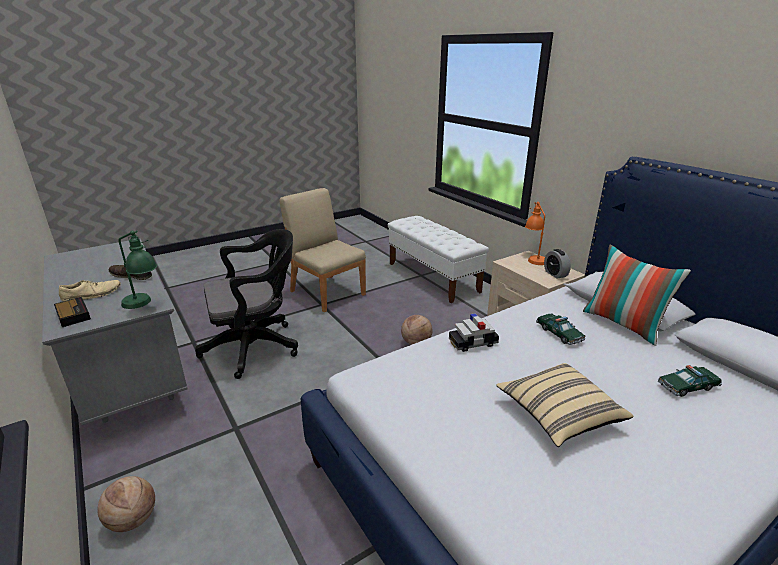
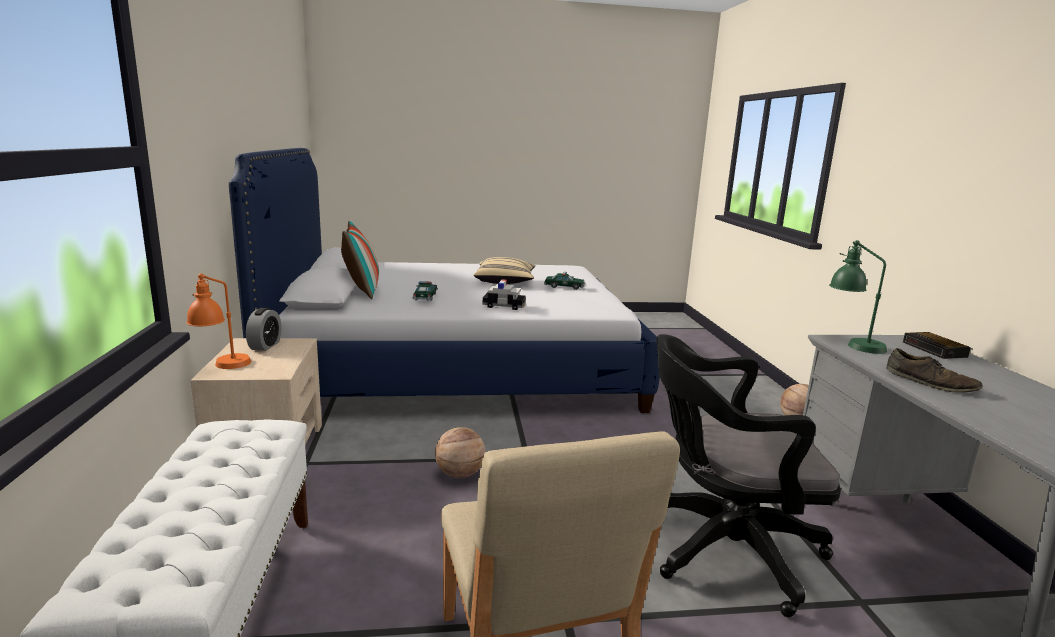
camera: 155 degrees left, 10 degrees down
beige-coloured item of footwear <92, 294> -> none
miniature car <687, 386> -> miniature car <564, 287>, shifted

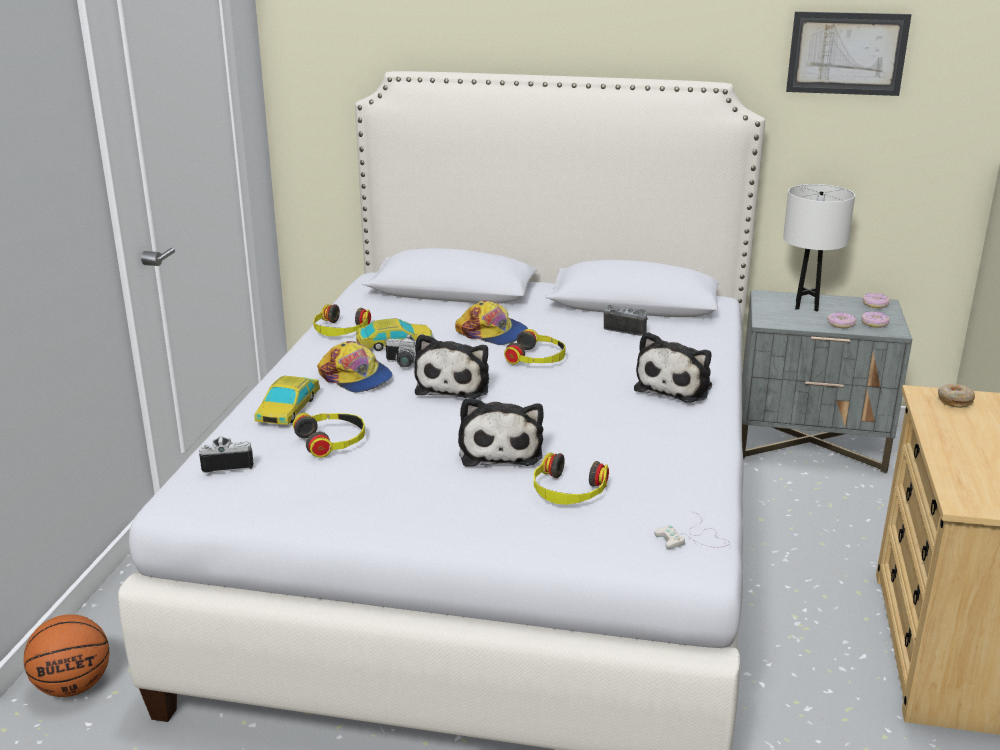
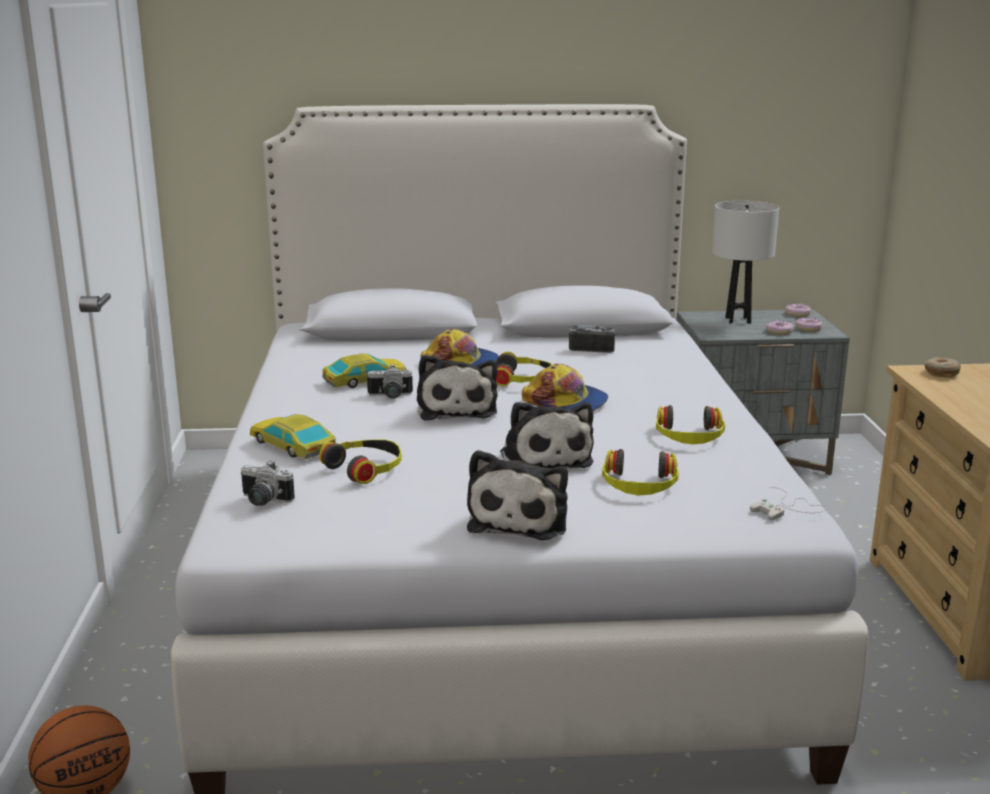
camera: 15 degrees left, 5 degrees down
picture <847, 53> -> none
headset <340, 330> -> headset <689, 436>, shifted
plush toy <676, 387> -> plush toy <521, 520>, shifted
cap <356, 377> -> cap <566, 401>, shifted
miniature car <288, 408> -> miniature car <292, 446>, 135 degrees clockwise
still camera <228, 463> -> still camera <263, 501>, 135 degrees counterclockwise

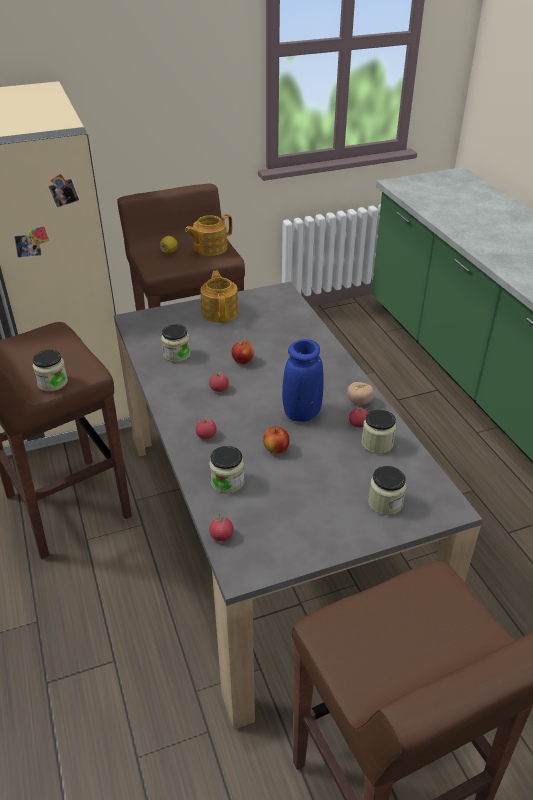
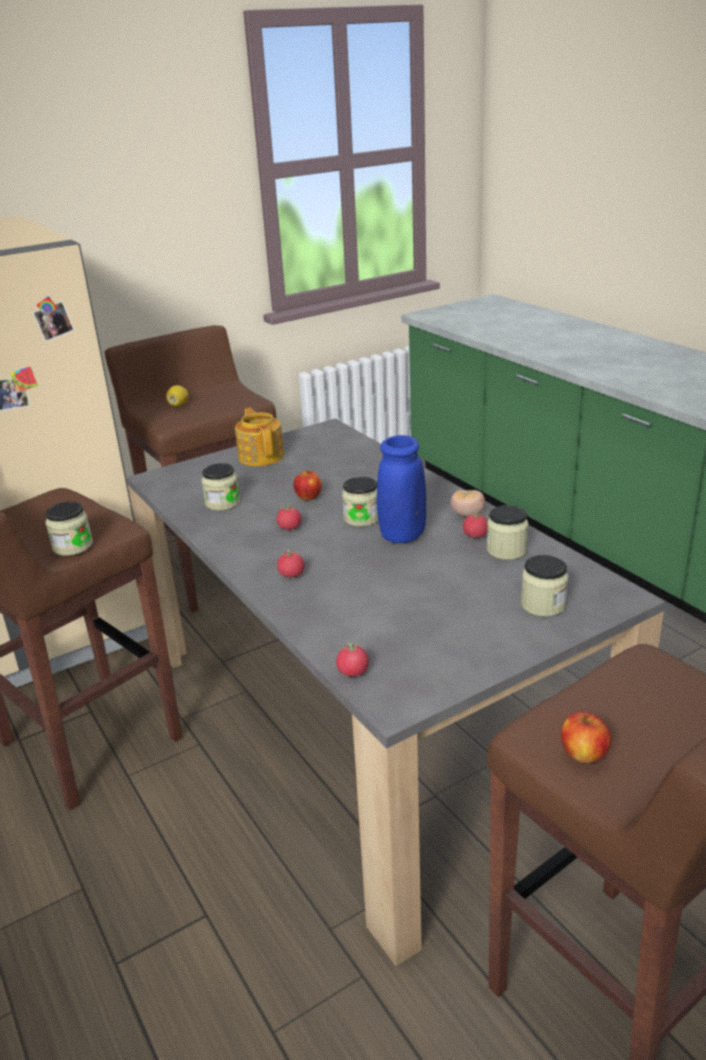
camera: 10 degrees left, 10 degrees down
pot for tea <209, 248> -> none
apple <276, 449> -> apple <584, 755>, shifted
jar <227, 482> -> jar <362, 518>, shifted

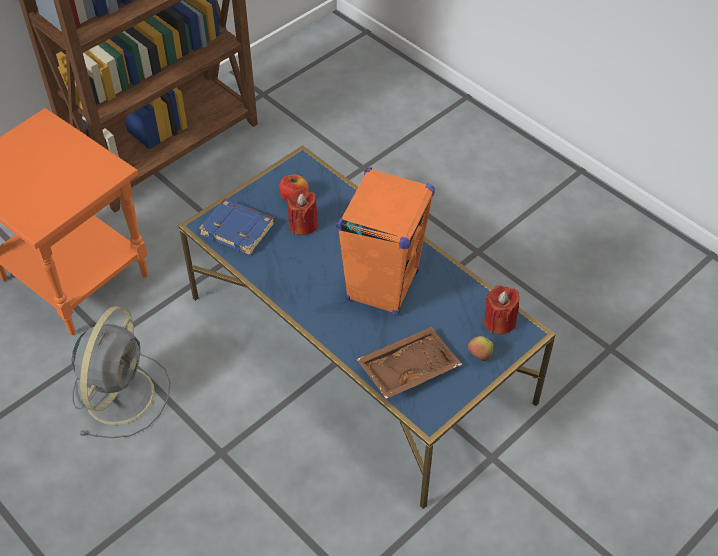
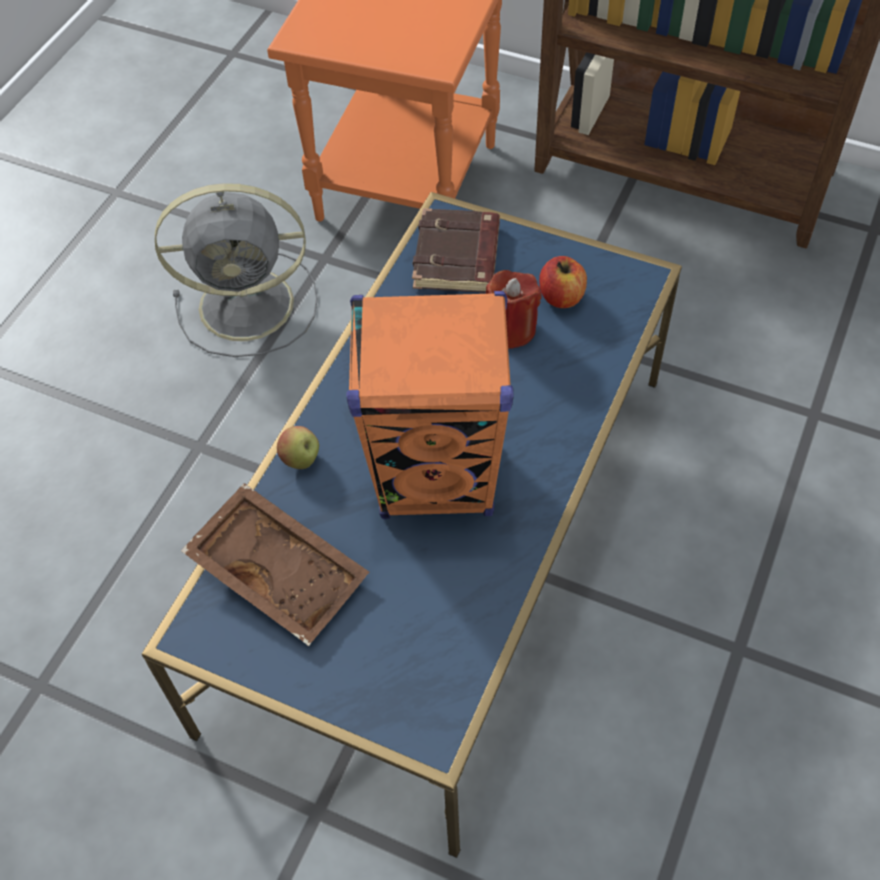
camera: 70 degrees right, 5 degrees up
bluish volume <239, 229> -> brown-coloured volume <458, 258>
reddish wax candle <499, 322> -> none
apple <479, 356> -> apple <301, 459>, shifted

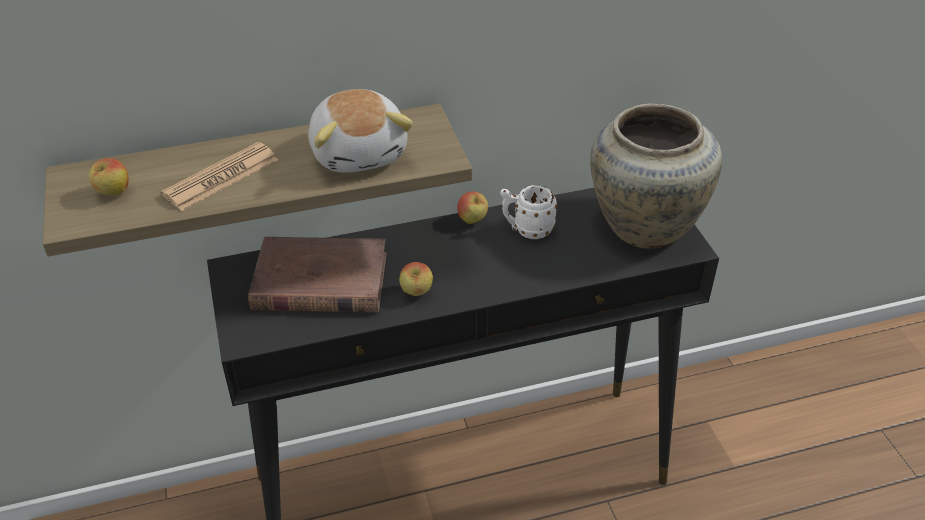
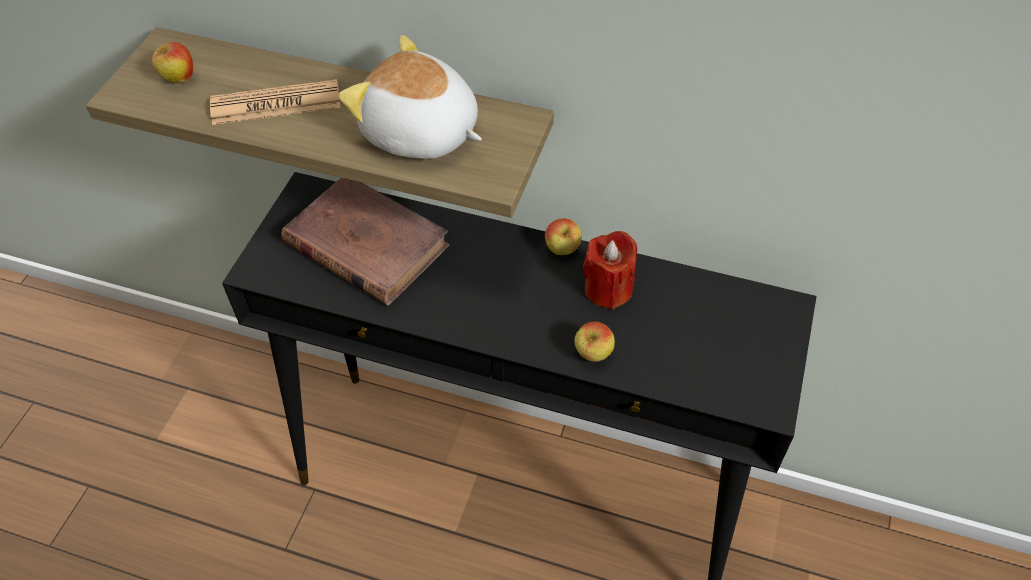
camera: 35 degrees right, 10 degrees up
plush toy <360, 152> -> plush toy <420, 134>, 105 degrees clockwise
beige-coloured flower vase <644, 223> -> none
white-coloured tea mug <526, 230> -> reddish wax candle <608, 289>
apple <416, 293> -> apple <593, 354>, shifted

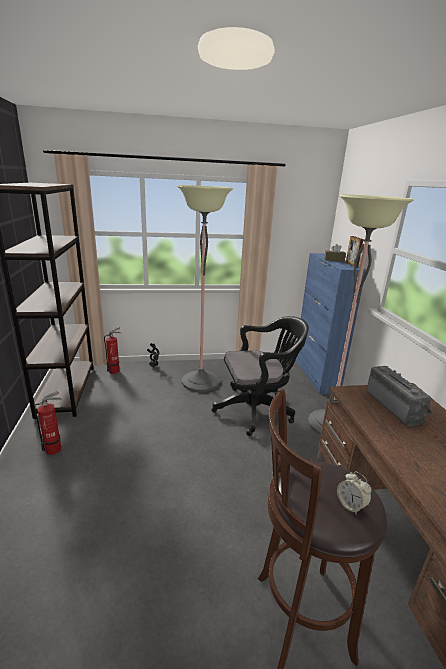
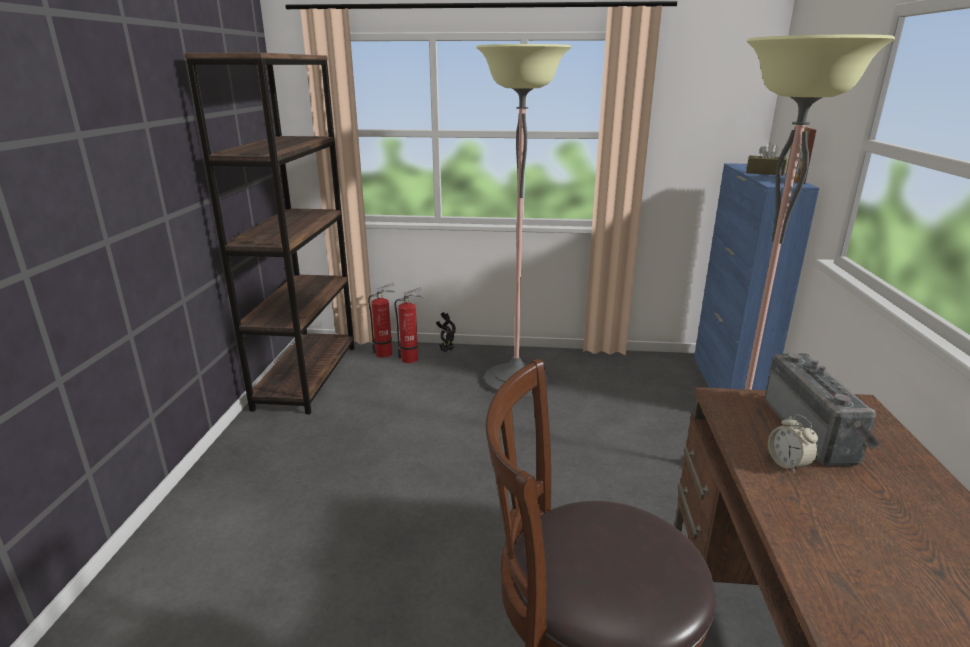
camera: 15 degrees right, 0 degrees up
black-coloured computer chair <257, 409> -> none
fire extinguisher <55, 449> -> fire extinguisher <412, 359>, shifted
alarm clock <350, 505> -> alarm clock <788, 464>, shifted

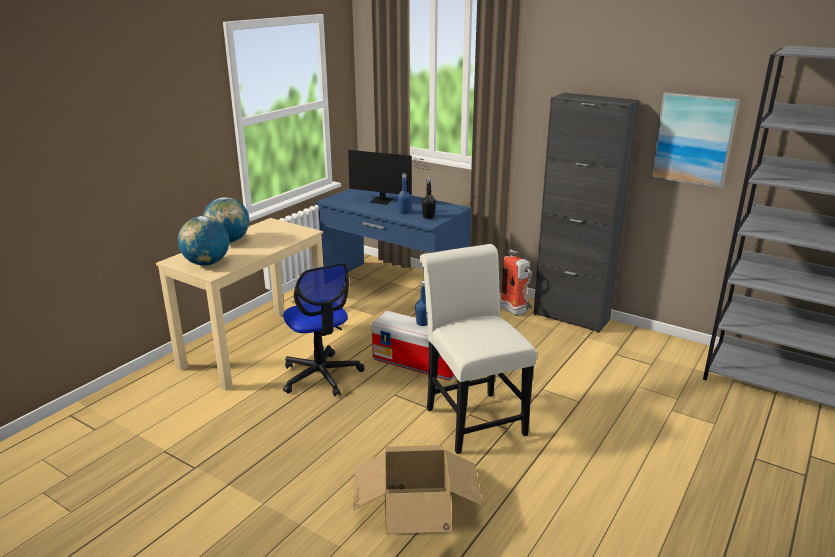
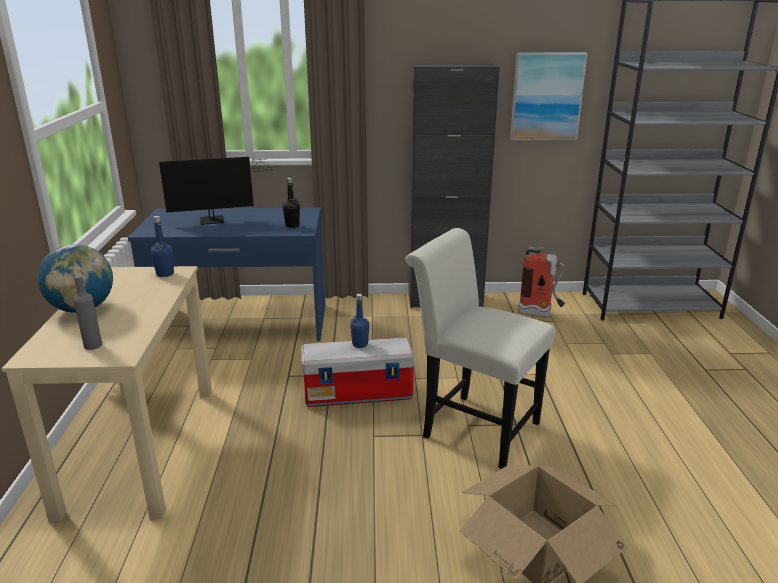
camera: 35 degrees left, 0 degrees up
bluish bottle <404, 212> -> bluish bottle <165, 274>, shifted
world globe <207, 263> -> grey bottle <93, 345>
fire extinguisher <516, 313> -> fire extinguisher <540, 315>, shifted
computer chair <321, 376> -> none

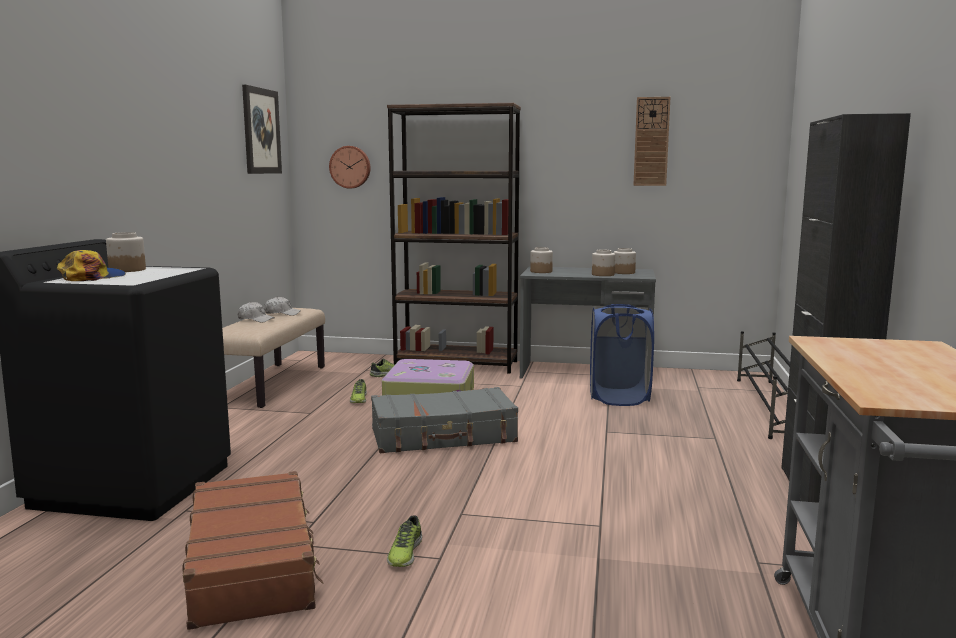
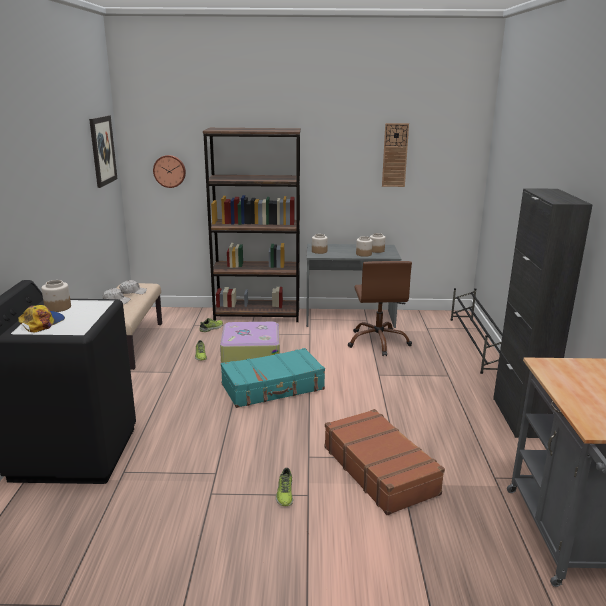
camera: 10 degrees left, 10 degrees up
bluish hamper <618, 398> -> brown-coloured computer chair <378, 342>
grey travel case <443, 436> -> turquoise travel case <273, 387>
brown-coloured travel case <253, 564> -> brown-coloured travel case <380, 469>, shifted

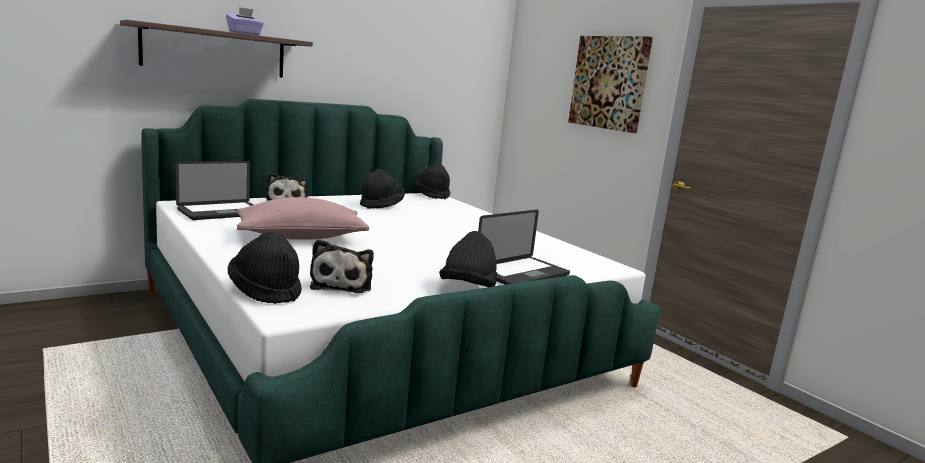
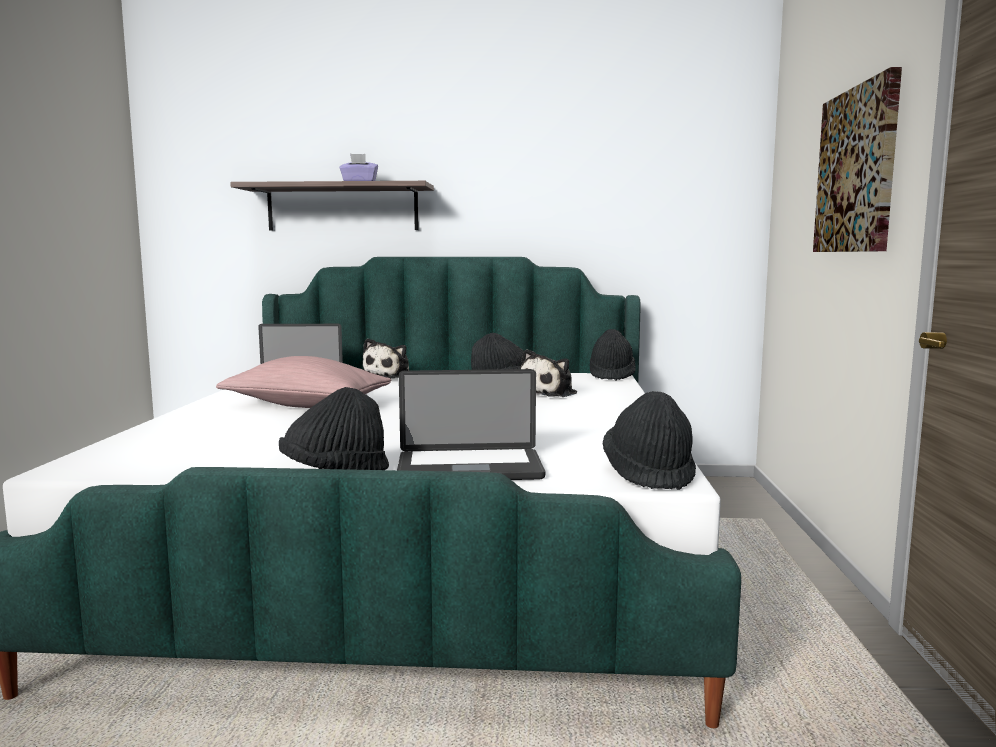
camera: 40 degrees right, 5 degrees down
black-coloured wearable hat <266, 291> -> black-coloured wearable hat <649, 474>, shifted
plush toy <342, 284> -> plush toy <550, 393>, shifted

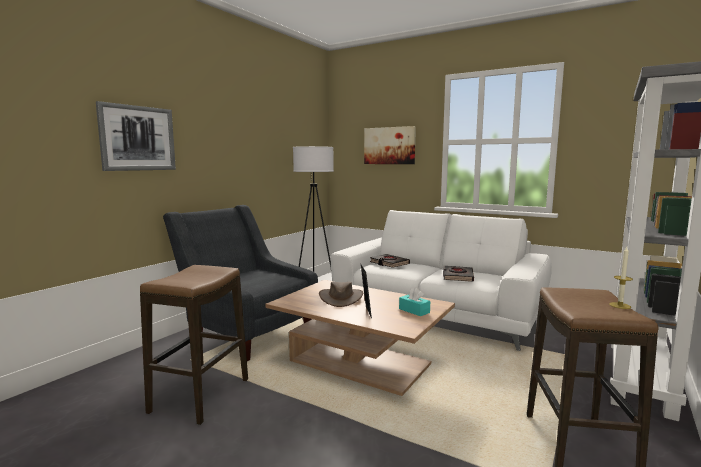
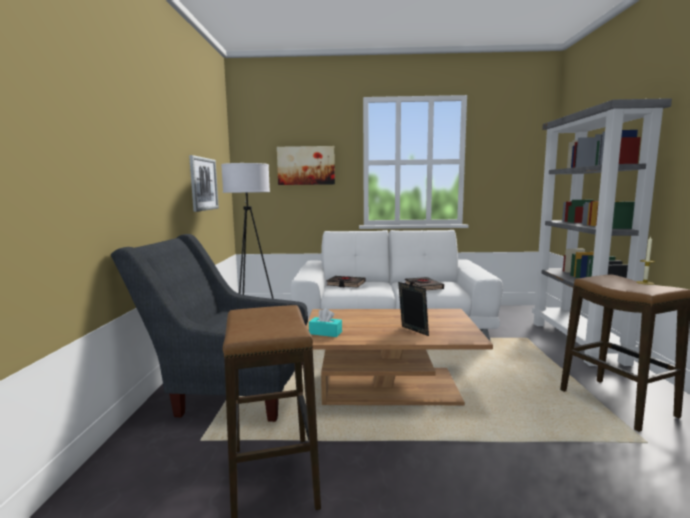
camera: 30 degrees left, 0 degrees up
picture <138, 138> -> picture <203, 184>, shifted
brown-coloured wearable hat <341, 298> -> none
turquoise tissue box <414, 311> -> turquoise tissue box <325, 333>, shifted

